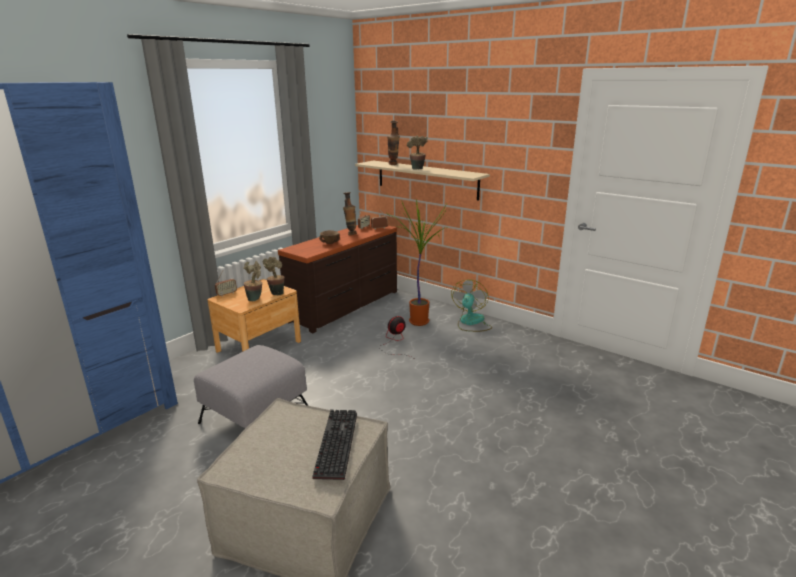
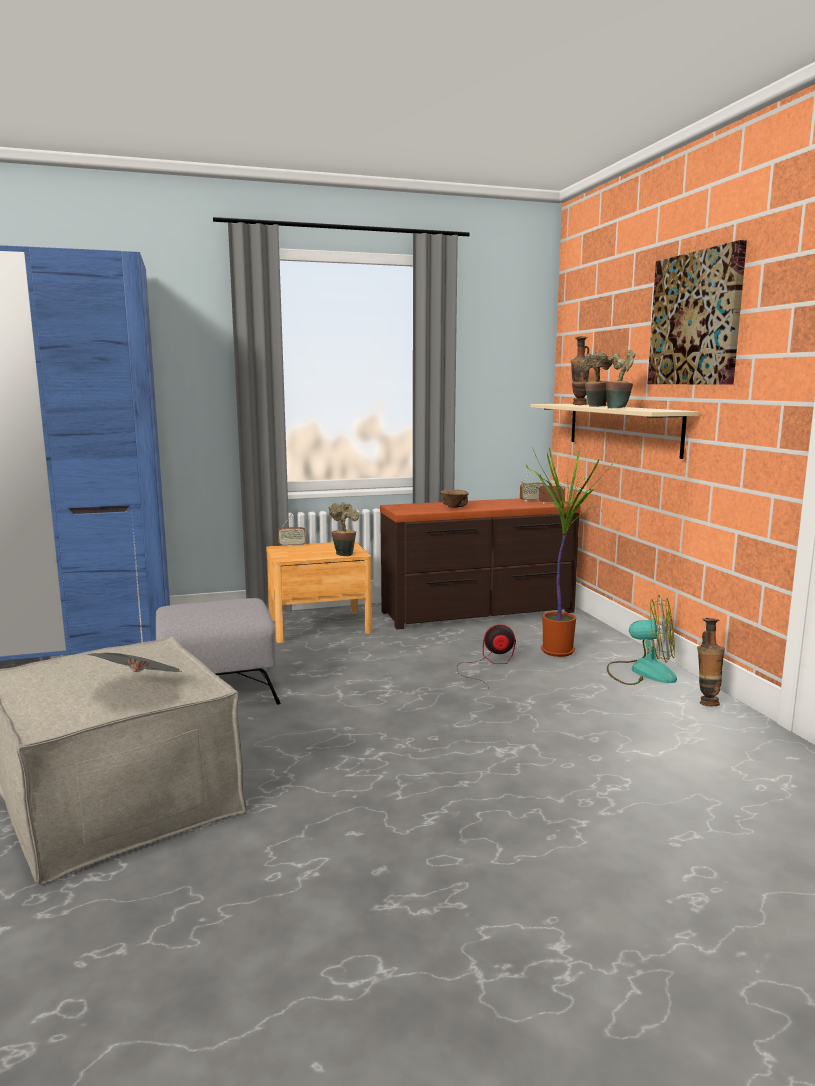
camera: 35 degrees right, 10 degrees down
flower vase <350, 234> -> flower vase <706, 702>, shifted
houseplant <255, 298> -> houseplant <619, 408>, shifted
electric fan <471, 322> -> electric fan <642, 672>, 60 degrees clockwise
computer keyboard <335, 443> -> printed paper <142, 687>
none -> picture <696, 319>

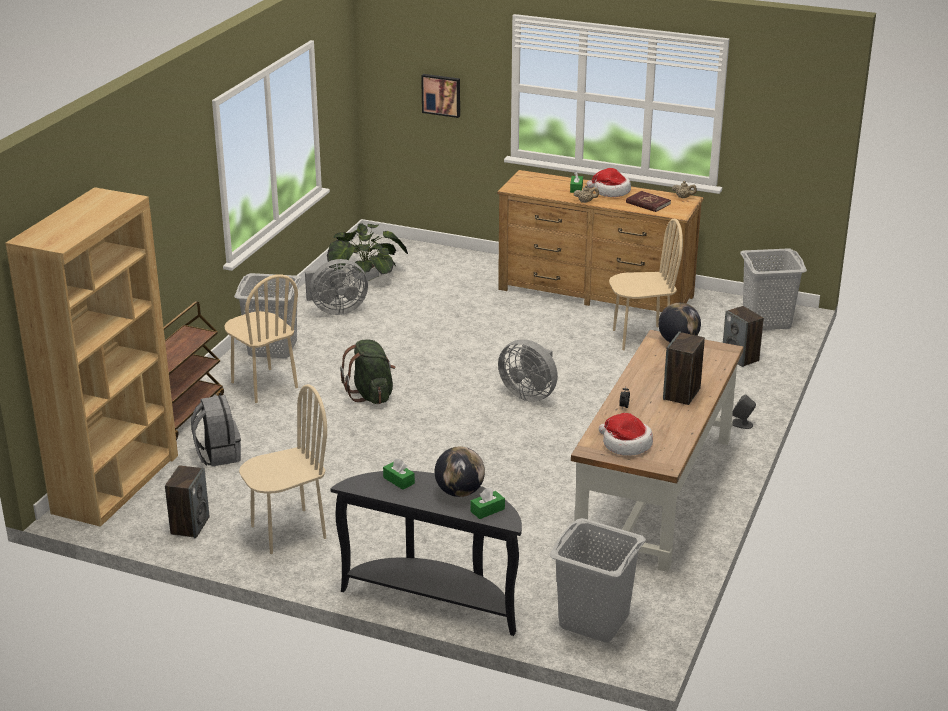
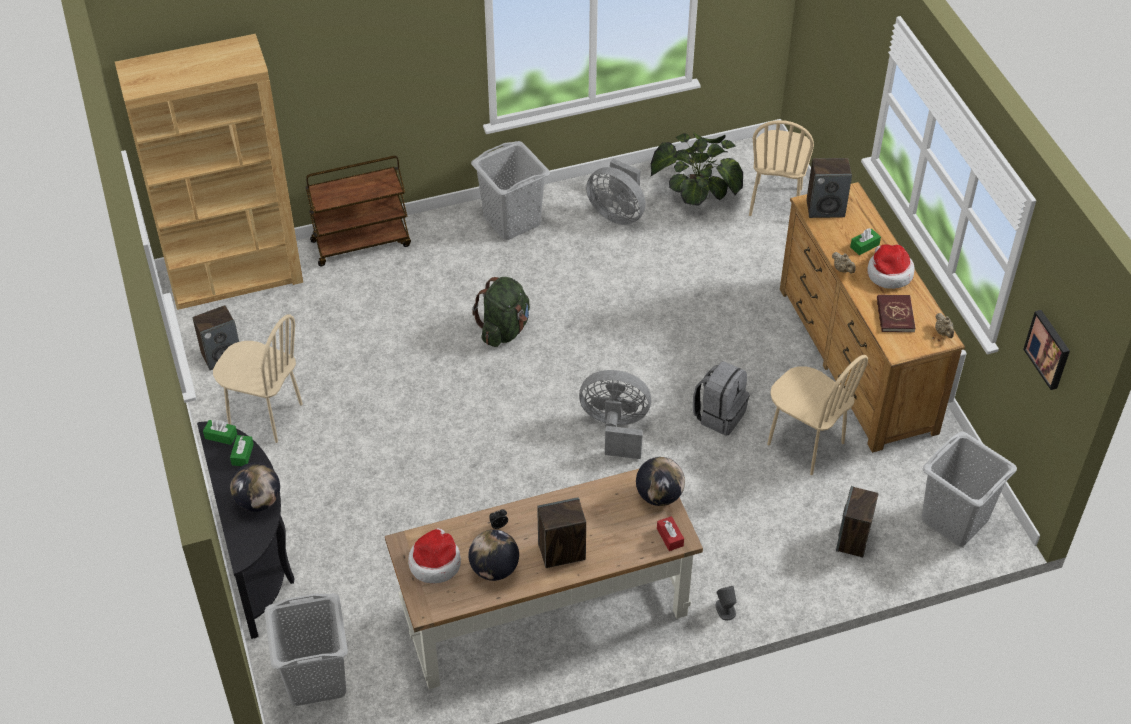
camera: 50 degrees right, 20 degrees up
picture <441, 95> -> picture <1049, 349>, shifted
beige-coloured plain chair <263, 385> -> beige-coloured plain chair <776, 202>, shifted
grey electric fan <529, 394> -> grey electric fan <615, 428>, 105 degrees clockwise
grey knapsack <218, 454> -> grey knapsack <719, 414>, shifted
greenish tissue box <487, 510> -> greenish tissue box <221, 436>, shifted
none -> speaker <825, 208>
none -> reddish tissue box <670, 537>
none -> world globe <494, 569>

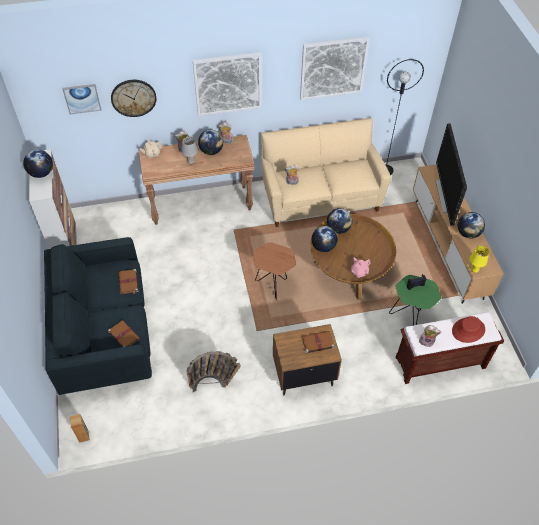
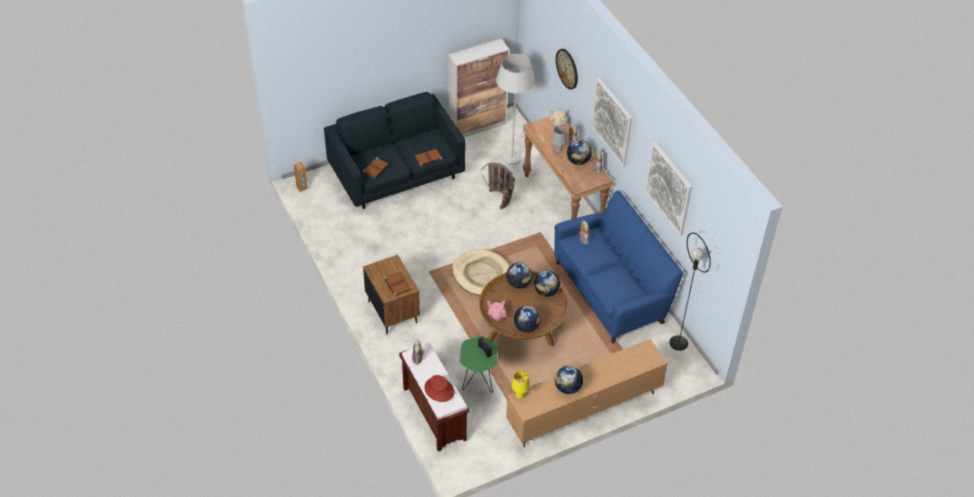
camera: 75 degrees right, 5 degrees down
picture <82, 98> -> none
beige-coloured couch <320, 198> -> bluish couch <611, 292>
TV <445, 196> -> none
world globe <41, 173> -> world globe <526, 327>, shifted
brown-coloured end table <273, 287> -> beige-coloured dog bed <482, 274>
storage basket <215, 384> -> storage basket <501, 203>, shifted
none -> white-coloured standard lamp <511, 151>

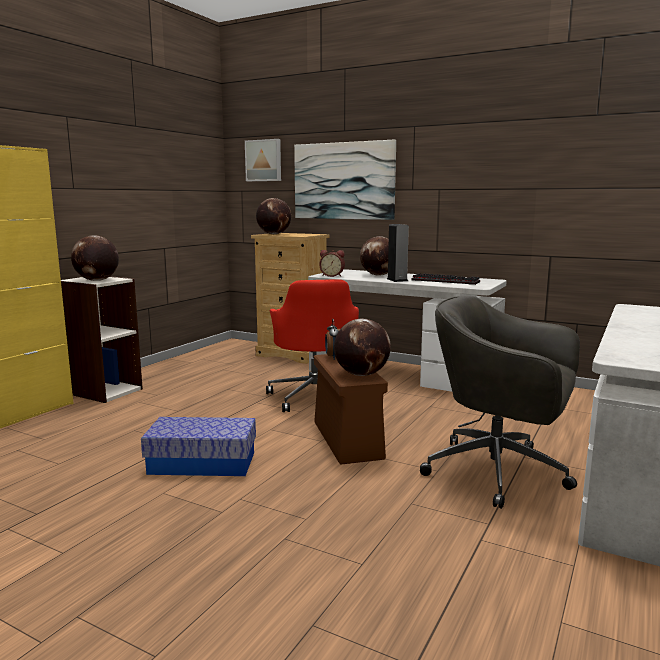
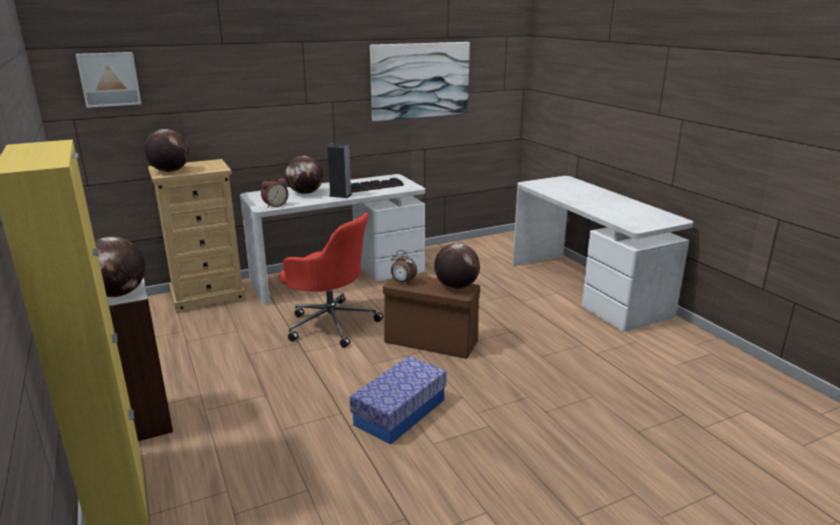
camera: 55 degrees left, 10 degrees up
picture <344, 181> -> picture <420, 80>, shifted
grey computer chair <499, 472> -> none

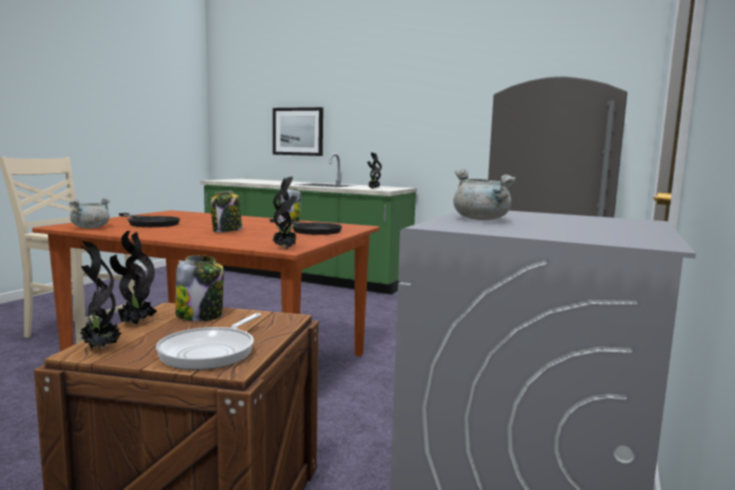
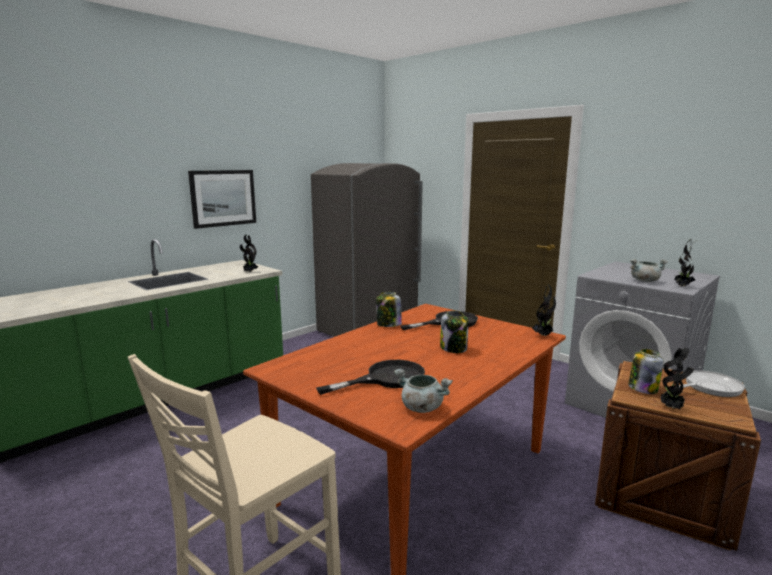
camera: 70 degrees left, 5 degrees up
picture <298, 131> -> picture <223, 198>, shifted
houseplant <99, 348> -> houseplant <682, 286>, shifted
pan <211, 352> -> pan <710, 387>, 60 degrees counterclockwise

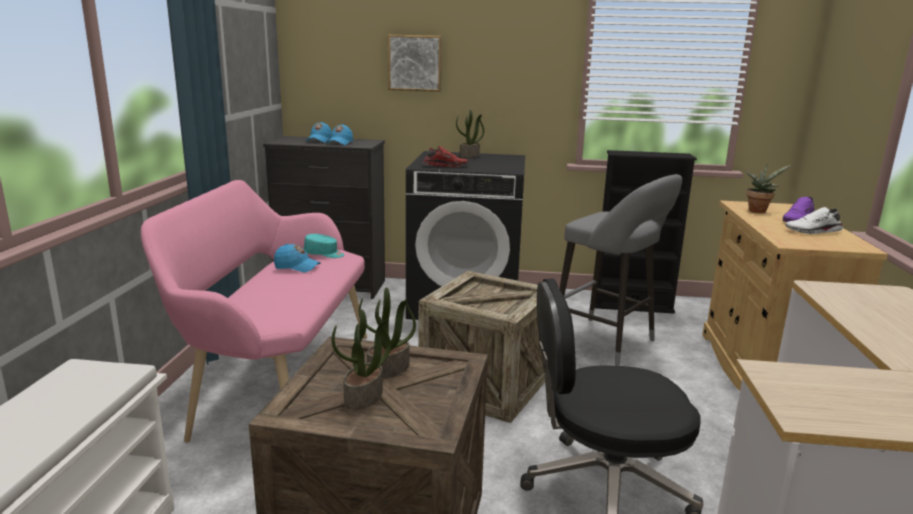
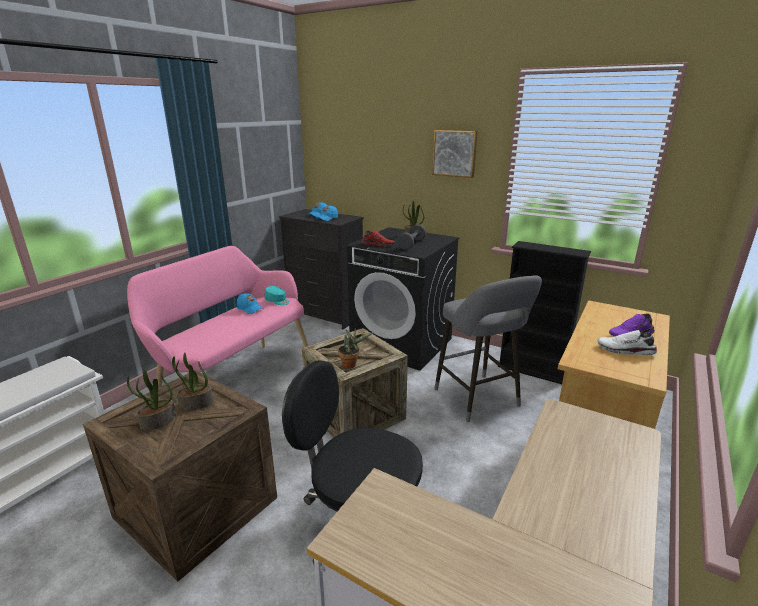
camera: 25 degrees right, 5 degrees up
picture <415, 63> -> picture <455, 153>, shifted
houseplant <758, 211> -> houseplant <351, 364>, shifted
none -> grey hand weight <411, 244>

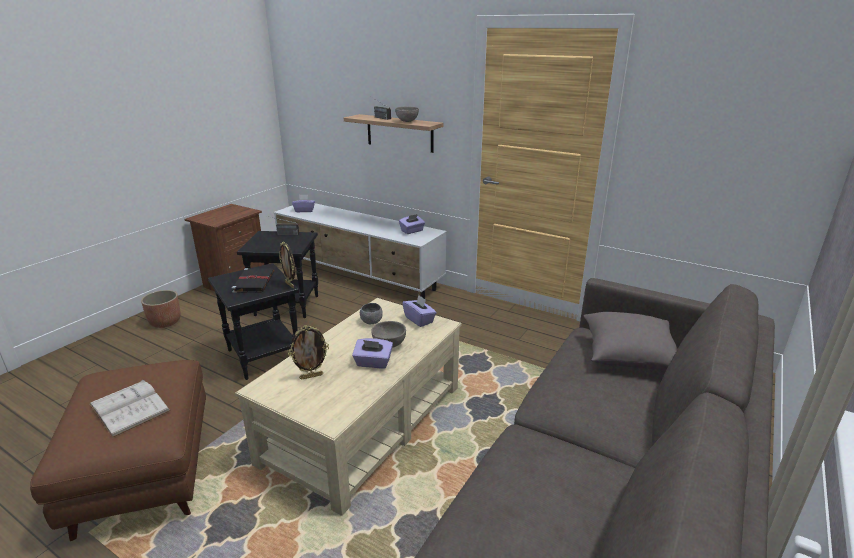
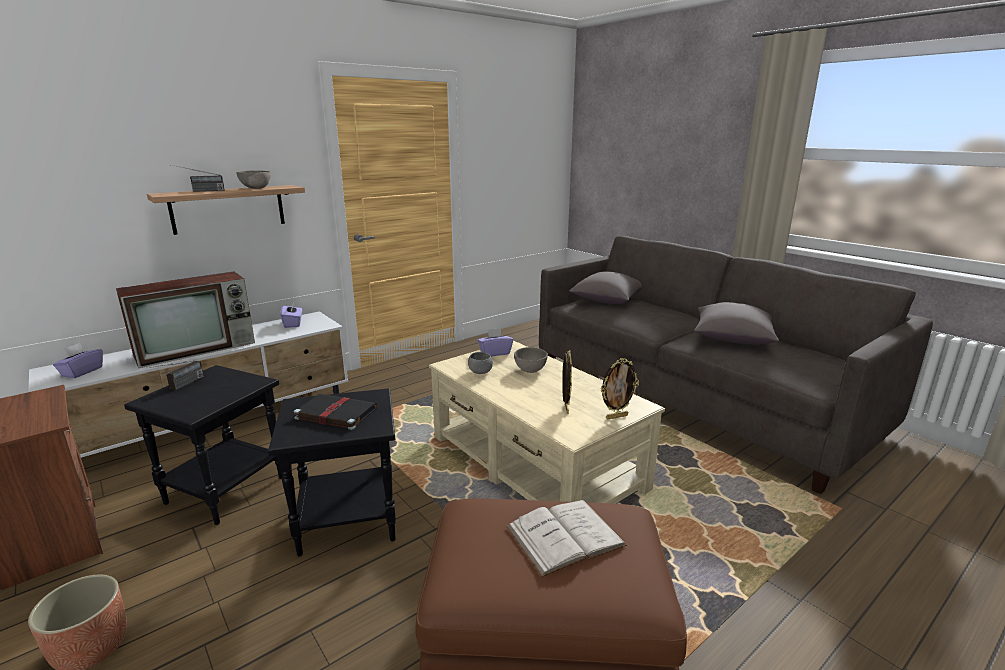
camera: 70 degrees left, 5 degrees down
picture frame <290, 285> -> picture frame <616, 416>, shifted
purplish tissue box <373, 363> -> none
none -> TV <198, 348>
none -> grey throw pillow <732, 338>

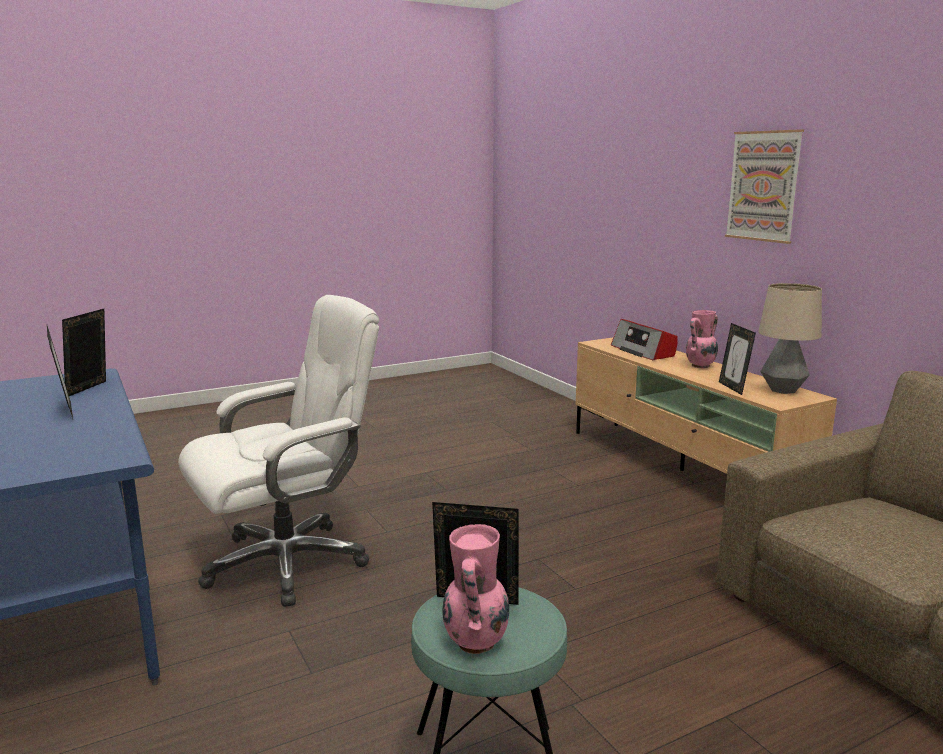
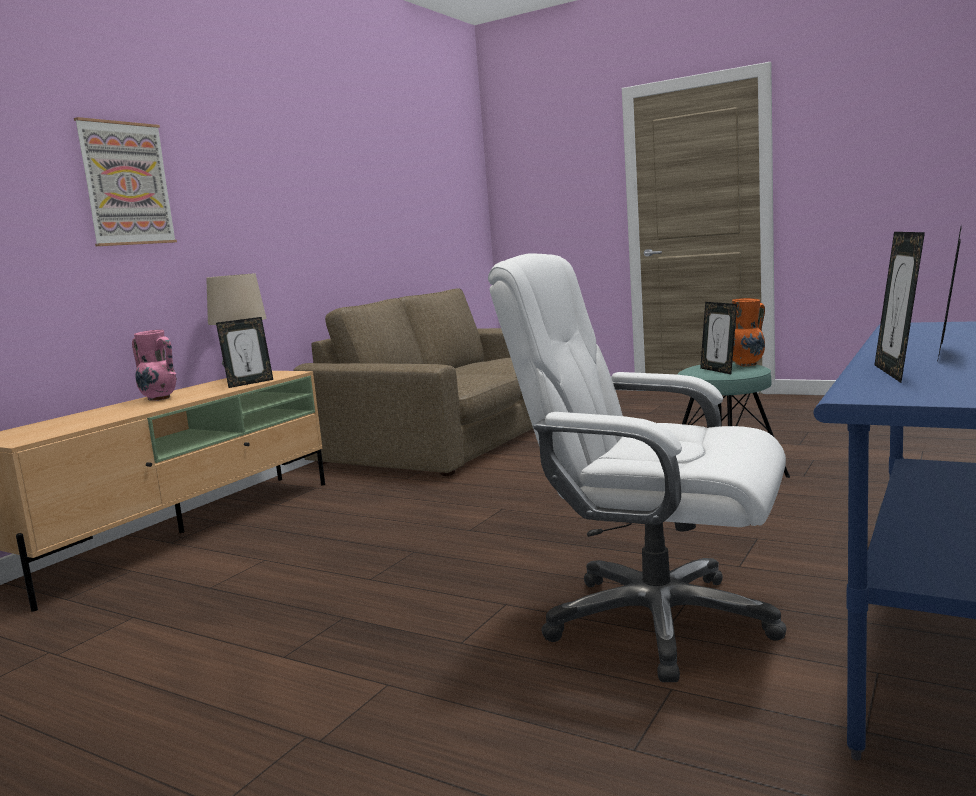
camera: 120 degrees left, 5 degrees down
picture frame <90, 389> -> picture frame <896, 373>, 120 degrees clockwise
radio <643, 351> -> none
pinkish flower vase <475, 644> -> orange flower vase <747, 365>

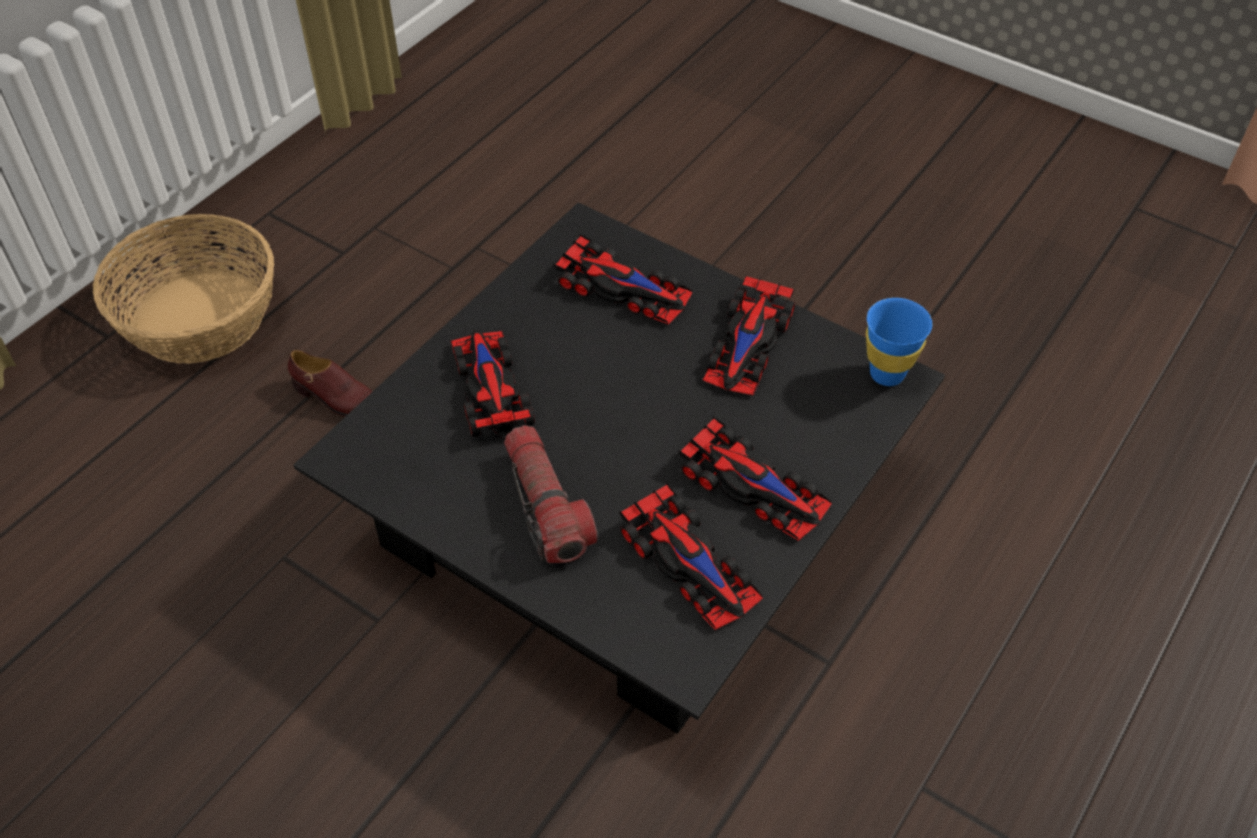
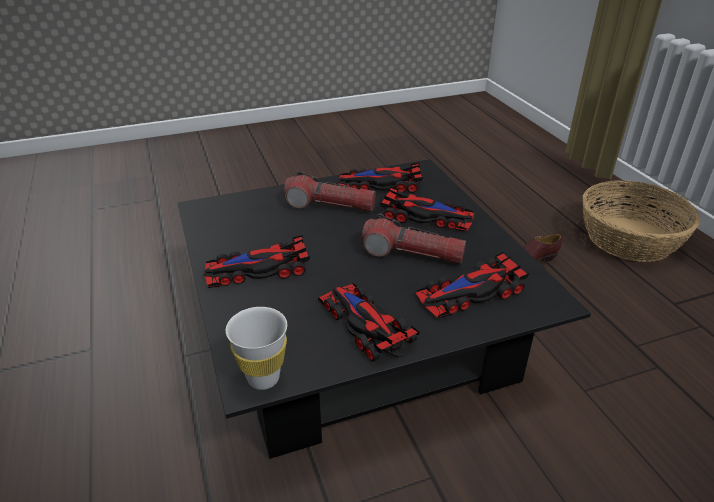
camera: 125 degrees right, 15 degrees down
bluish drinking cup <887, 374> -> white-coloured drinking cup <263, 378>
miniature car <690, 564> -> miniature car <379, 184>, shifted
none -> hand torch <412, 254>

